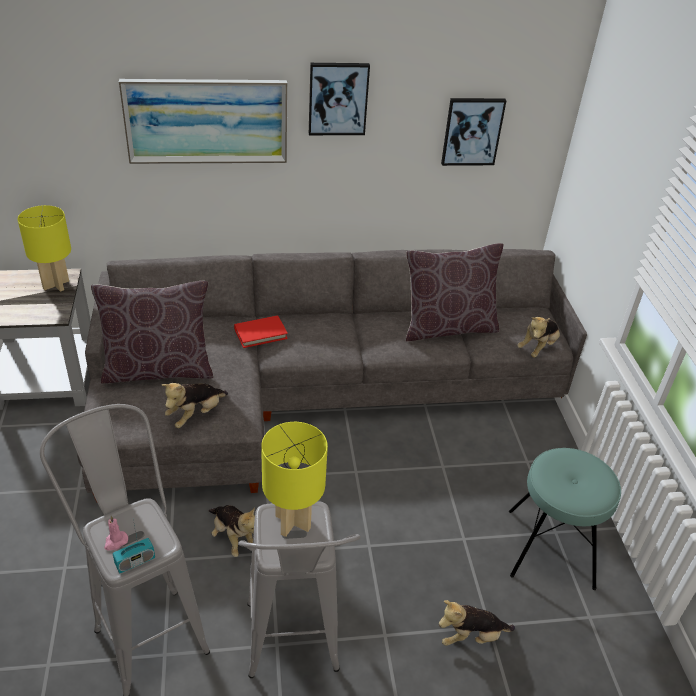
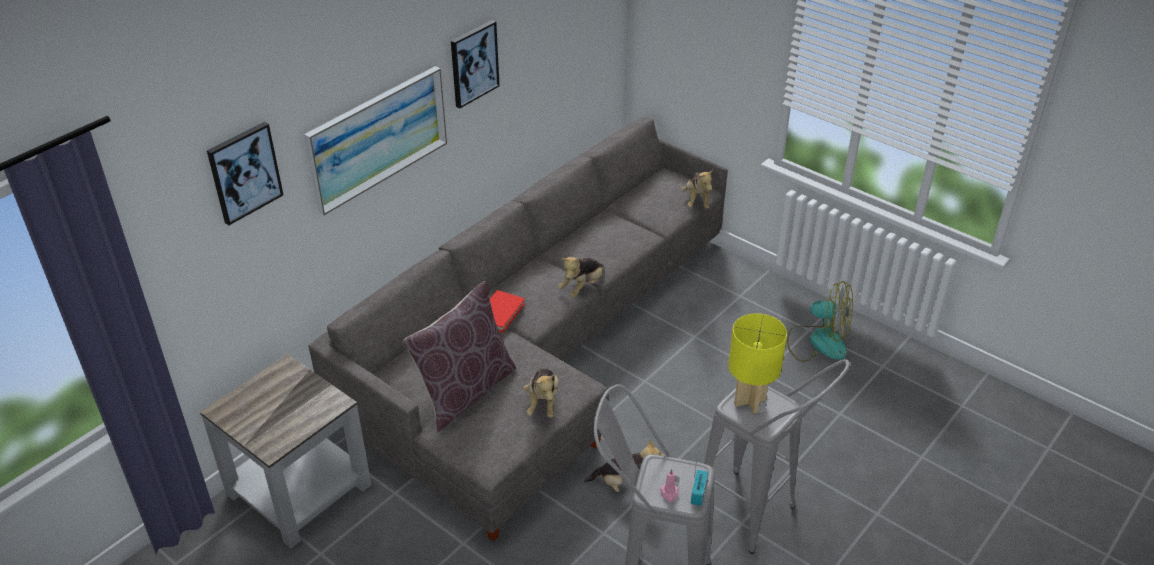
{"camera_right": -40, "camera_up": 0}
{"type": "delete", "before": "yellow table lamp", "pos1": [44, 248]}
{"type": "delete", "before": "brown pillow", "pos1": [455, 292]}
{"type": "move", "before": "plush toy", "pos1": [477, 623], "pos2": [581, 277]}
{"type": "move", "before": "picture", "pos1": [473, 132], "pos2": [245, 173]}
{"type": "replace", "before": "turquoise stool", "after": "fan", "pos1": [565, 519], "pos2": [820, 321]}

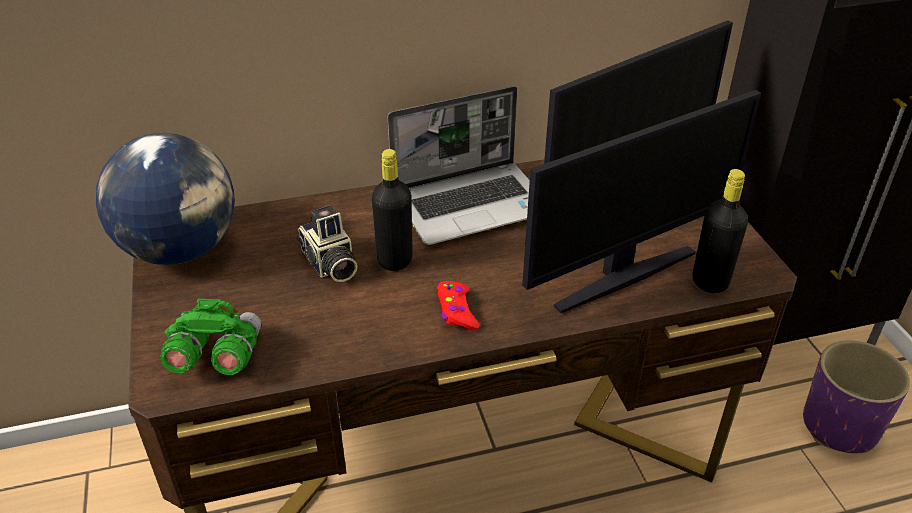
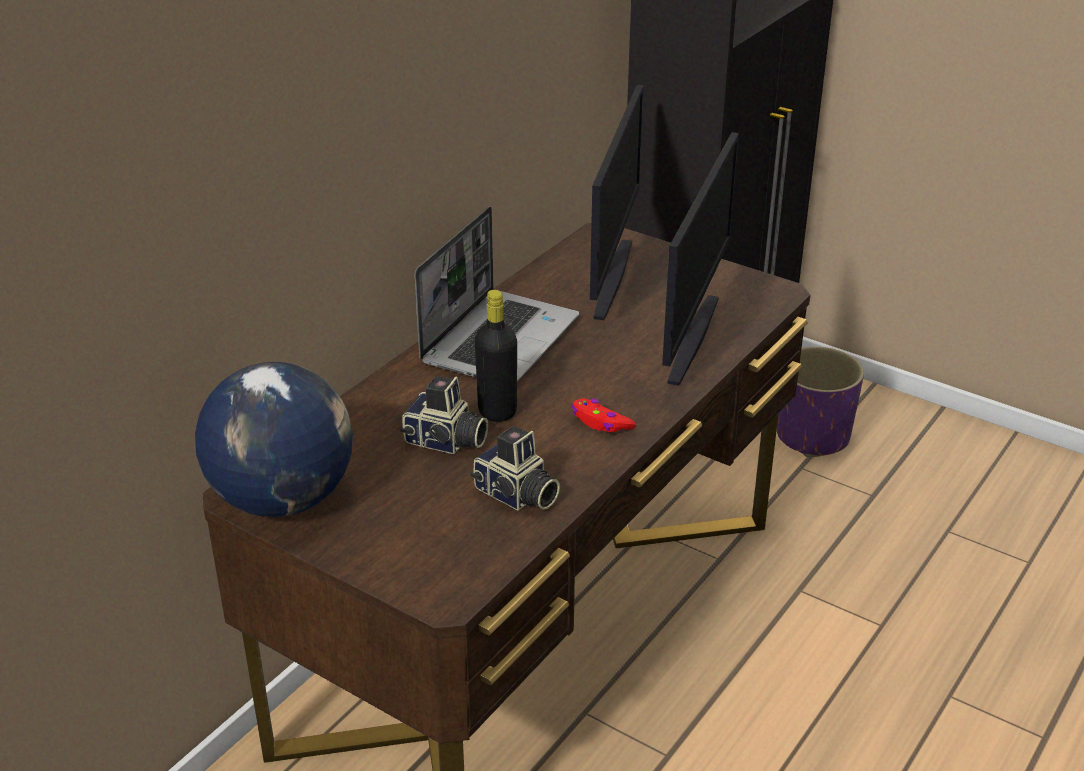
{"camera_right": -40, "camera_up": -5}
{"type": "delete", "before": "green binoculars", "pos1": [210, 337]}
{"type": "delete", "before": "black bottle", "pos1": [720, 231]}
{"type": "insert", "after": "photo camera", "pos2": [515, 468]}

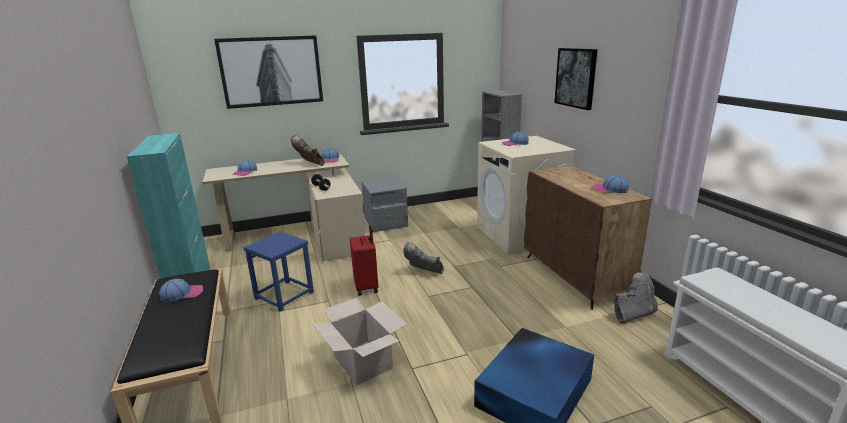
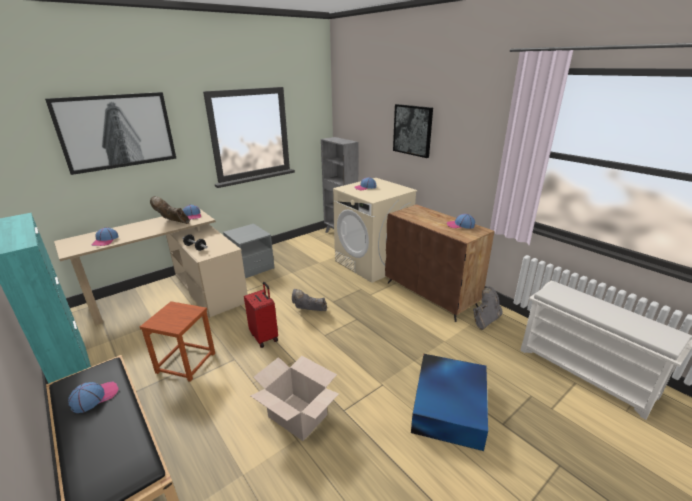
{"camera_right": -20, "camera_up": 5}
{"type": "recolor", "before": "blue stool", "after": "brown stool", "pos1": [278, 272], "pos2": [177, 341]}

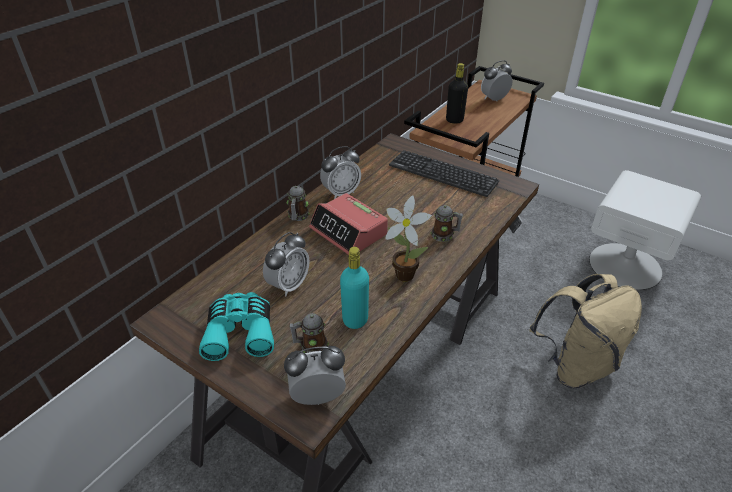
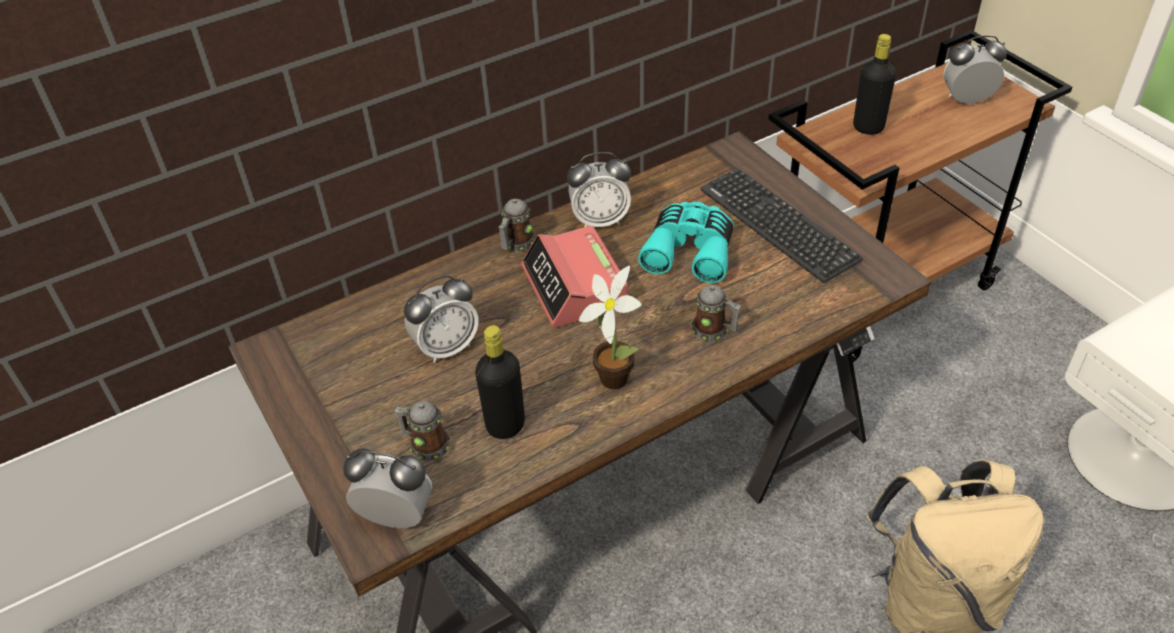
{"camera_right": 25, "camera_up": 5}
{"type": "move", "before": "turquoise binoculars", "pos1": [236, 326], "pos2": [686, 242]}
{"type": "recolor", "before": "turquoise bottle", "after": "black bottle", "pos1": [354, 288], "pos2": [500, 382]}

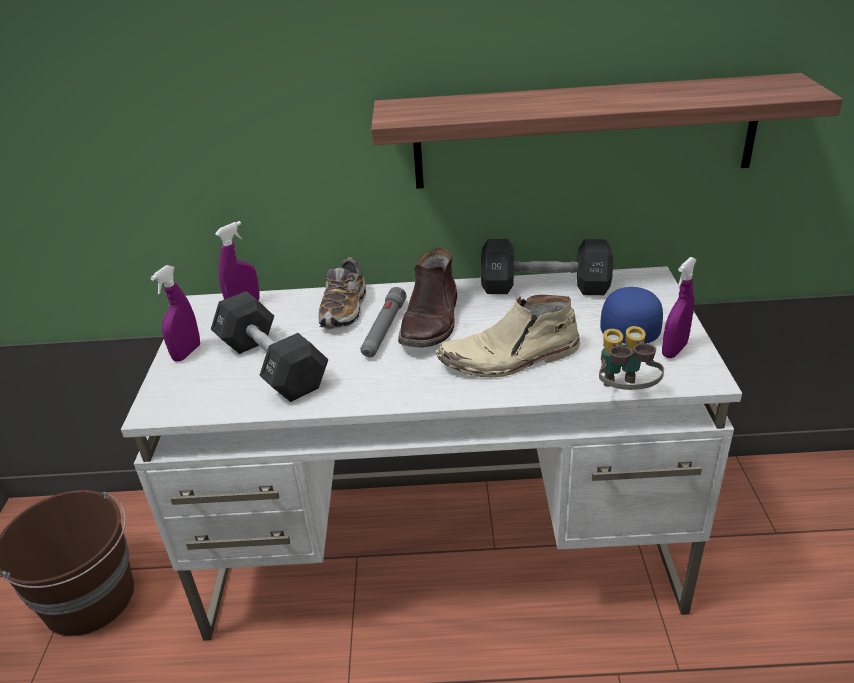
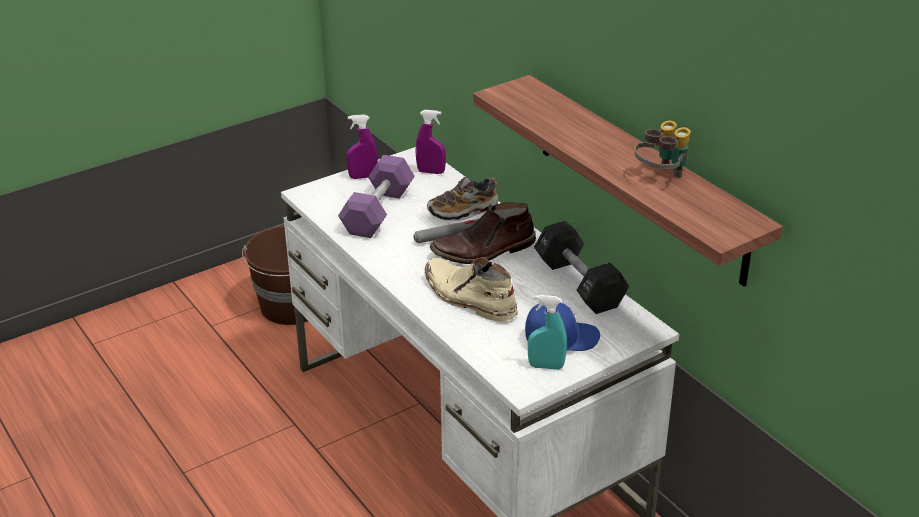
{"camera_right": 55, "camera_up": 0}
{"type": "move", "before": "binoculars", "pos1": [631, 358], "pos2": [663, 149]}
{"type": "recolor", "before": "black dumbbell", "after": "purple dumbbell", "pos1": [269, 346], "pos2": [376, 196]}
{"type": "recolor", "before": "purple spray bottle", "after": "turquoise spray bottle", "pos1": [679, 307], "pos2": [547, 332]}

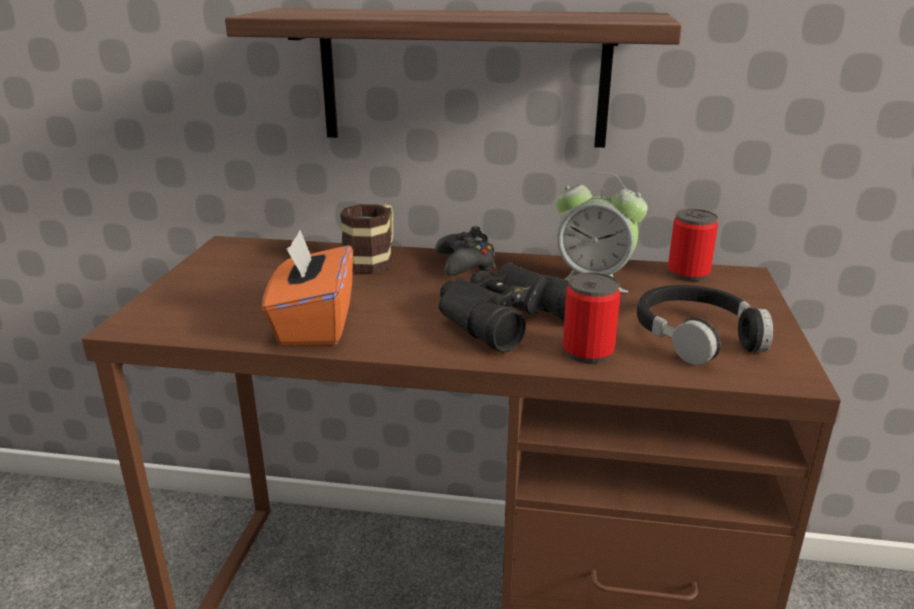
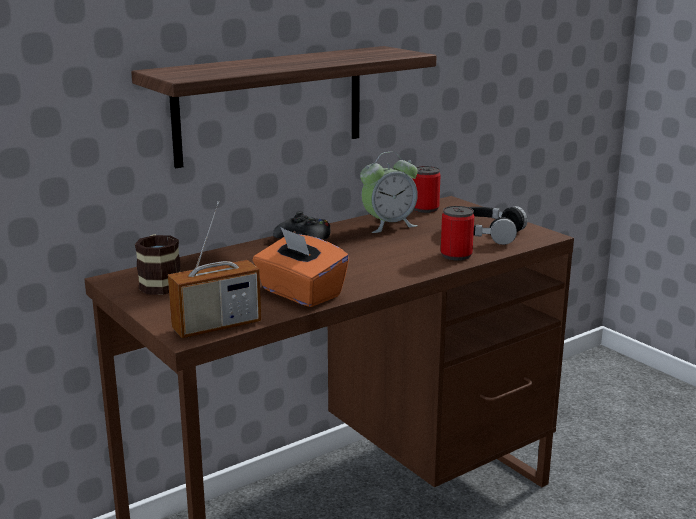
{"camera_right": -45, "camera_up": -5}
{"type": "delete", "before": "black binoculars", "pos1": [503, 307]}
{"type": "insert", "after": "radio", "pos2": [214, 269]}
{"type": "move", "before": "mug", "pos1": [367, 239], "pos2": [157, 264]}

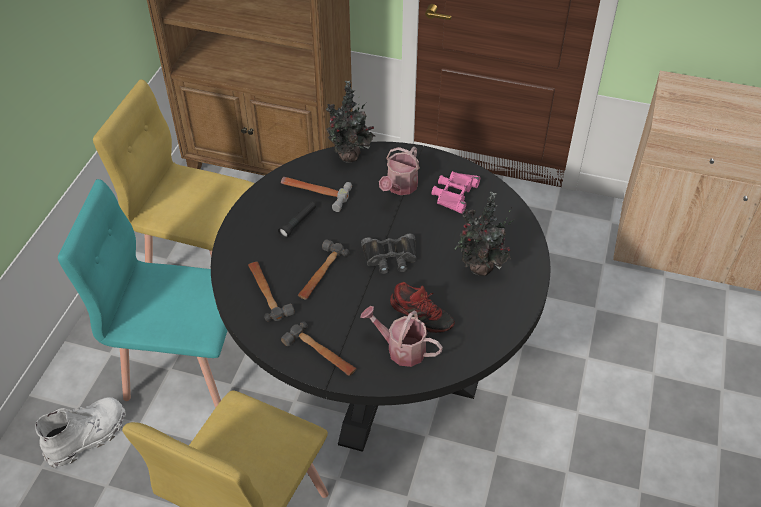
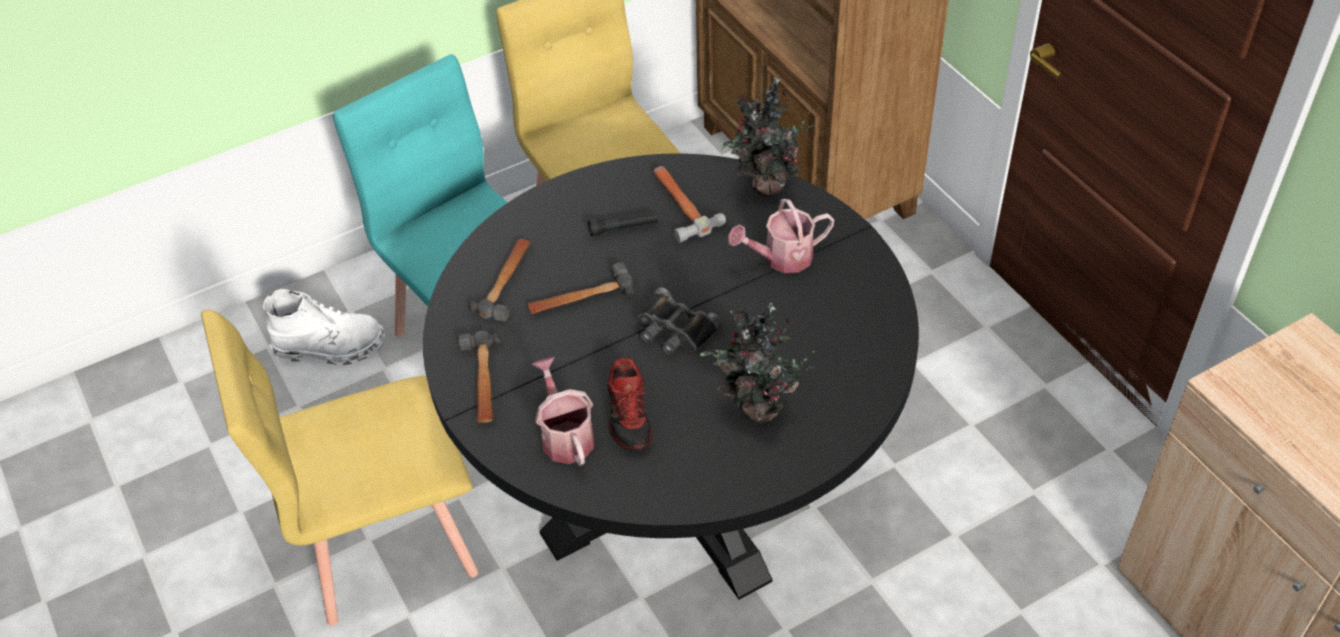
{"camera_right": 45, "camera_up": 0}
{"type": "delete", "before": "pink binoculars", "pos1": [455, 192]}

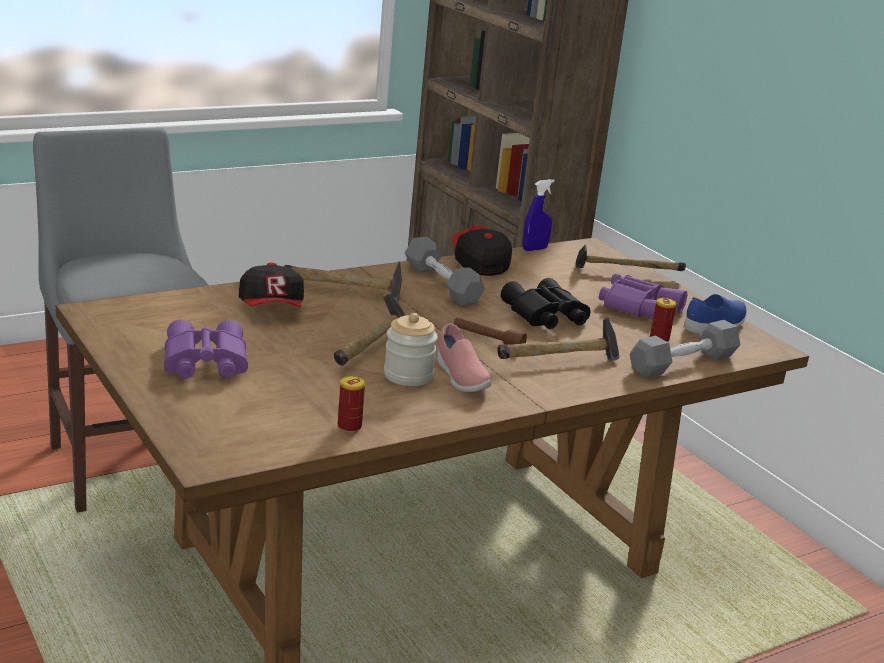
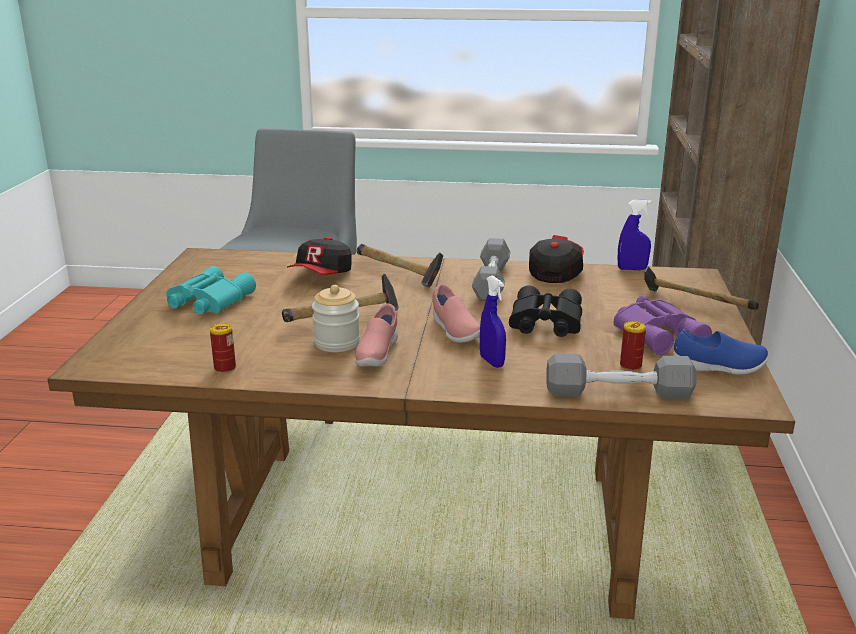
{"camera_right": 40, "camera_up": 0}
{"type": "replace", "before": "brown flashlight", "after": "pink shoe", "pos1": [490, 331], "pos2": [456, 313]}
{"type": "replace", "before": "hammer", "after": "blue spray bottle", "pos1": [558, 339], "pos2": [493, 321]}
{"type": "recolor", "before": "purple binoculars", "after": "turquoise binoculars", "pos1": [206, 349], "pos2": [211, 290]}

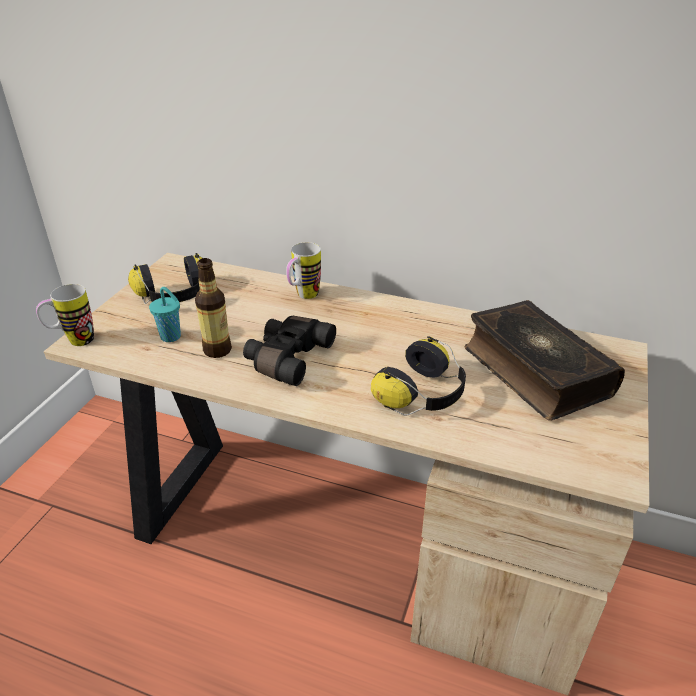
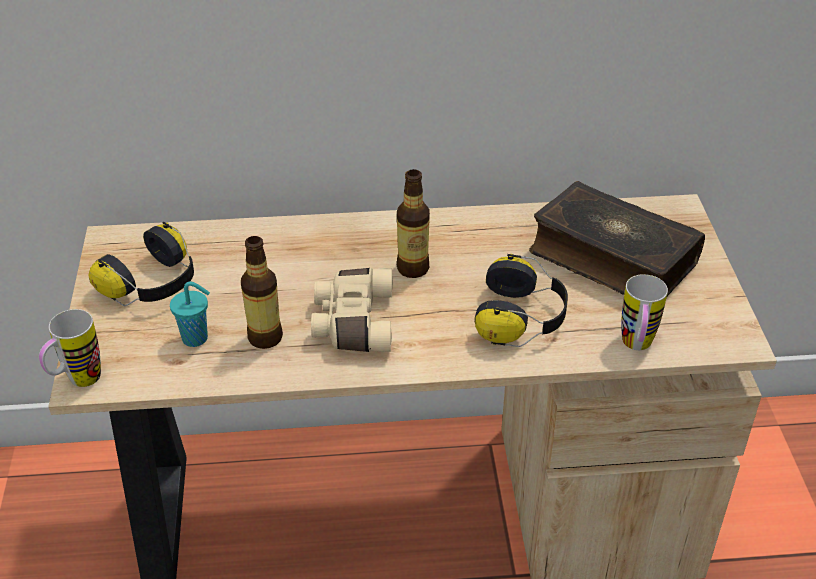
{"camera_right": -25, "camera_up": 5}
{"type": "insert", "after": "bottle", "pos2": [413, 223]}
{"type": "move", "before": "mug", "pos1": [303, 270], "pos2": [645, 312]}
{"type": "recolor", "before": "black binoculars", "after": "beige binoculars", "pos1": [289, 351], "pos2": [352, 310]}

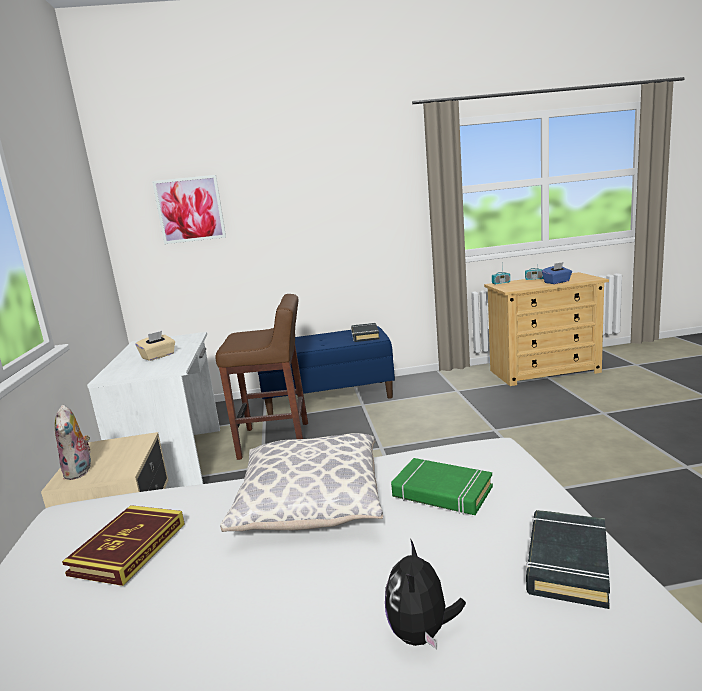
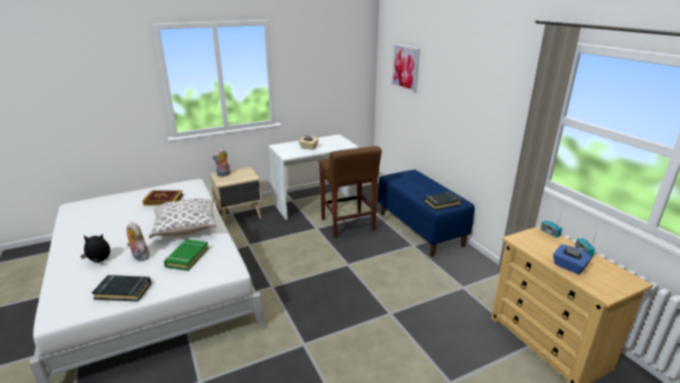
{"camera_right": 70, "camera_up": 10}
{"type": "insert", "after": "plush toy", "pos2": [138, 241]}

